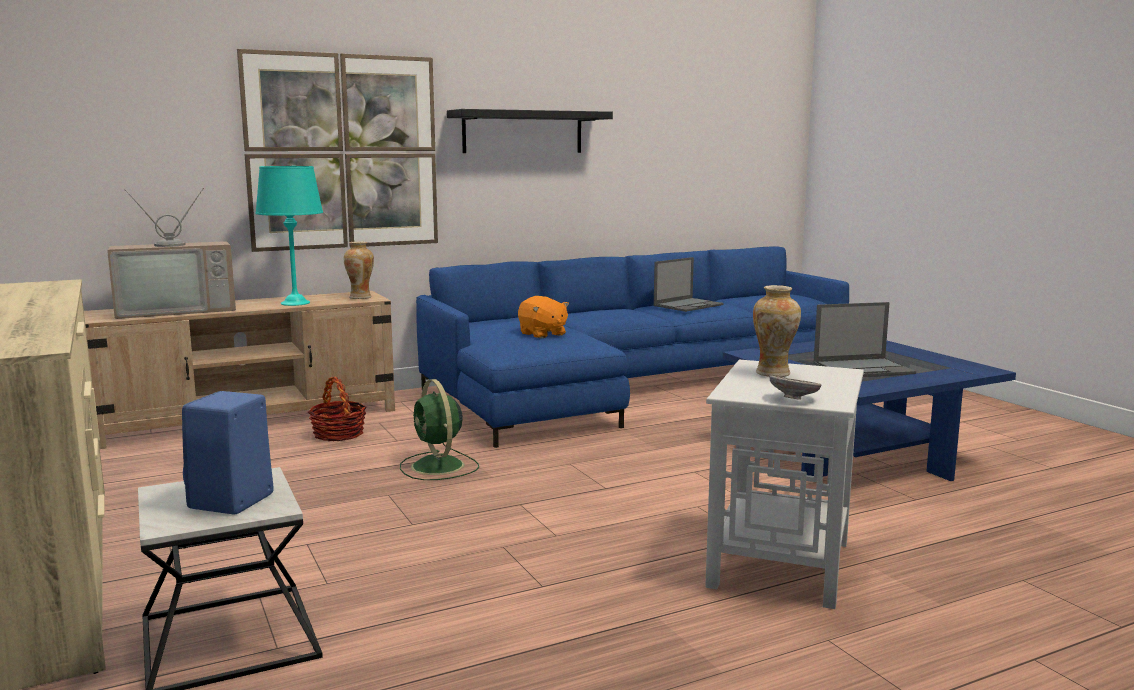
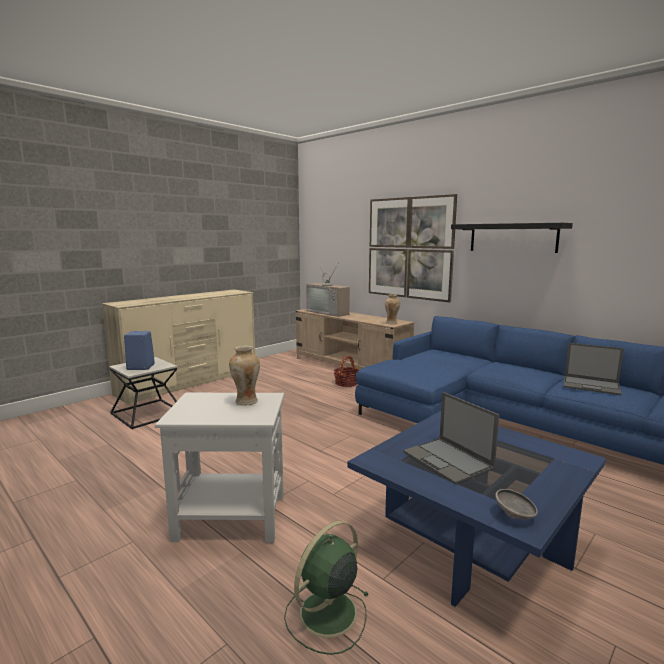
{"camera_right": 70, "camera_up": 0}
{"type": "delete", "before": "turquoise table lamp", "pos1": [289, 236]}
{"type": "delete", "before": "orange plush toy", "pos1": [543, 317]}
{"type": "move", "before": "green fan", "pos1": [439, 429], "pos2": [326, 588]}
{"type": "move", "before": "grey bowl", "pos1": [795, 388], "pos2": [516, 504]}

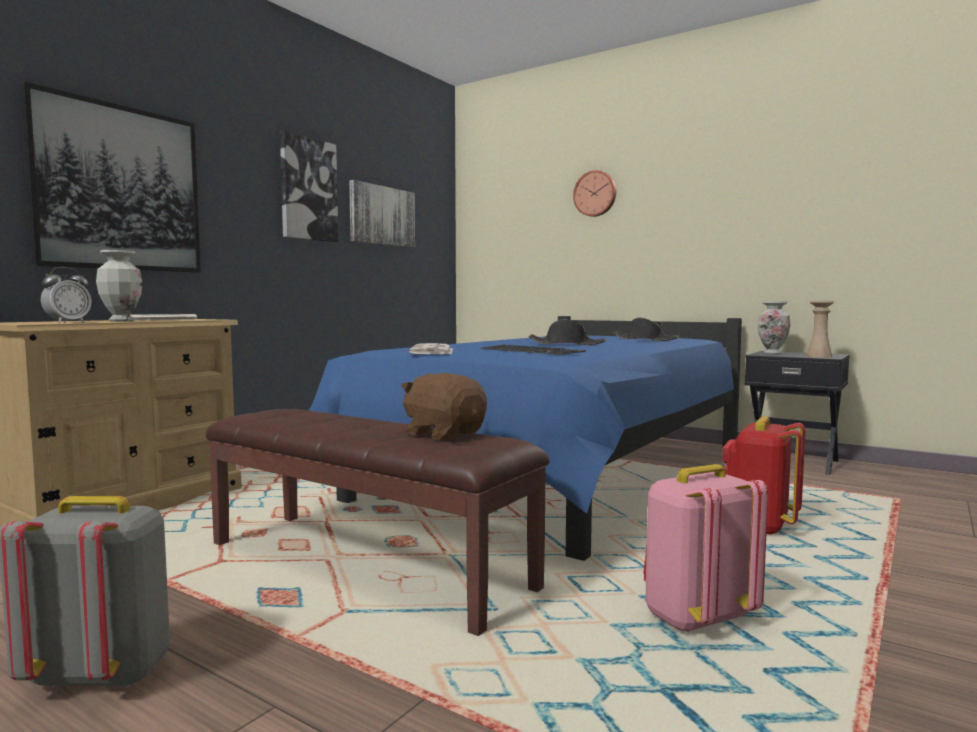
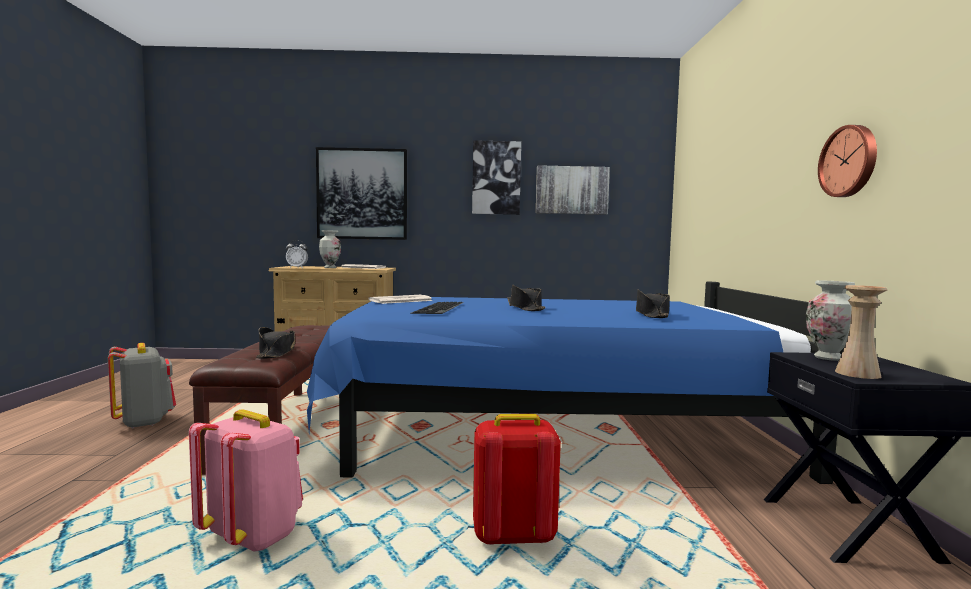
{"camera_right": 55, "camera_up": 0}
{"type": "move", "before": "wall clock", "pos1": [594, 193], "pos2": [847, 161]}
{"type": "replace", "before": "brown plush toy", "after": "black hat", "pos1": [444, 406], "pos2": [275, 342]}

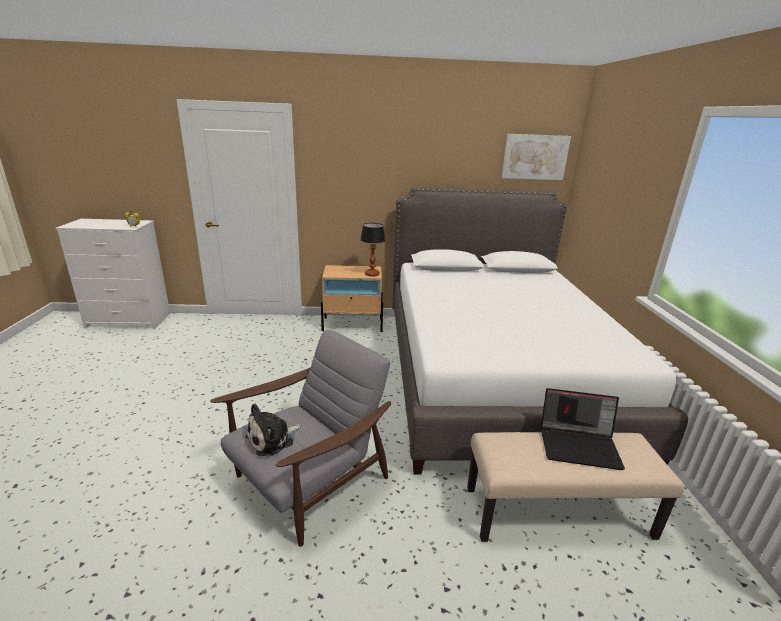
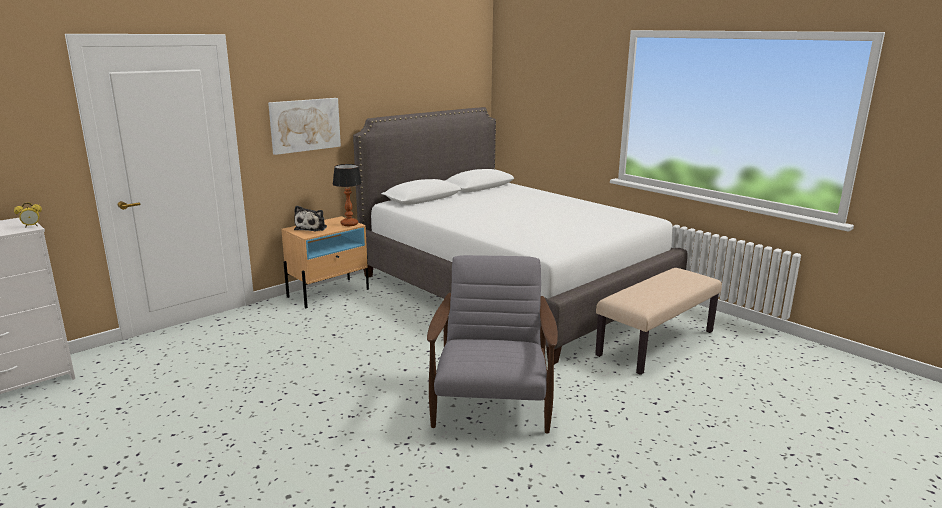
{"camera_right": -40, "camera_up": -5}
{"type": "delete", "before": "laptop", "pos1": [583, 429]}
{"type": "move", "before": "plush toy", "pos1": [273, 430], "pos2": [310, 219]}
{"type": "move", "before": "picture", "pos1": [536, 157], "pos2": [304, 126]}

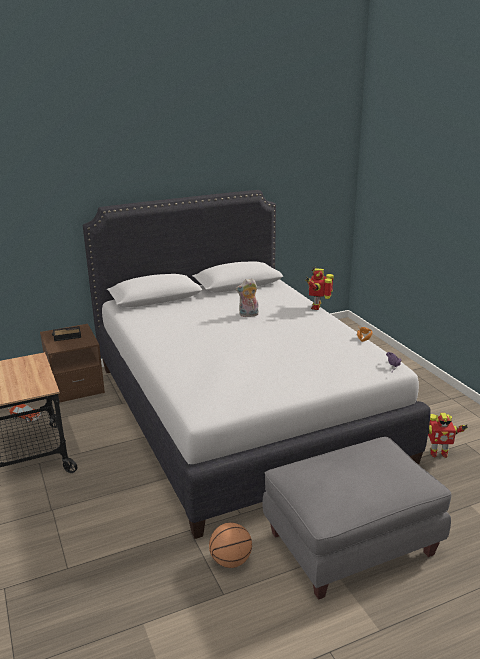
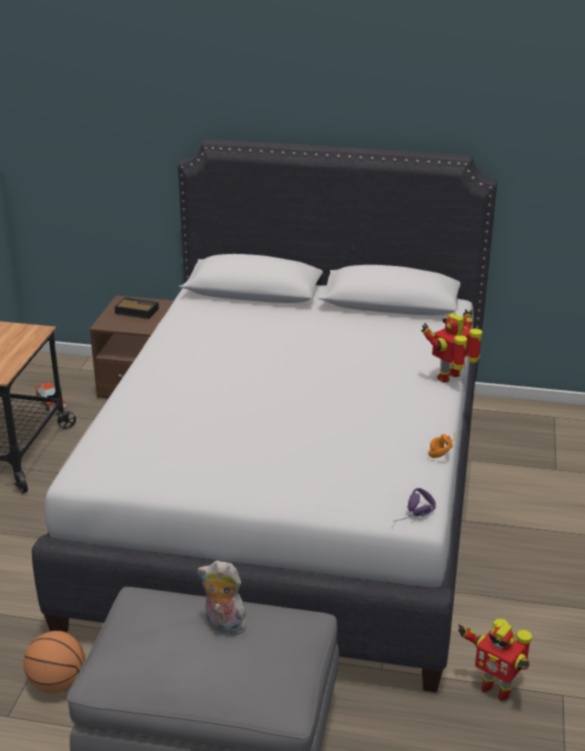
{"camera_right": 35, "camera_up": 5}
{"type": "move", "before": "plush toy", "pos1": [247, 297], "pos2": [222, 598]}

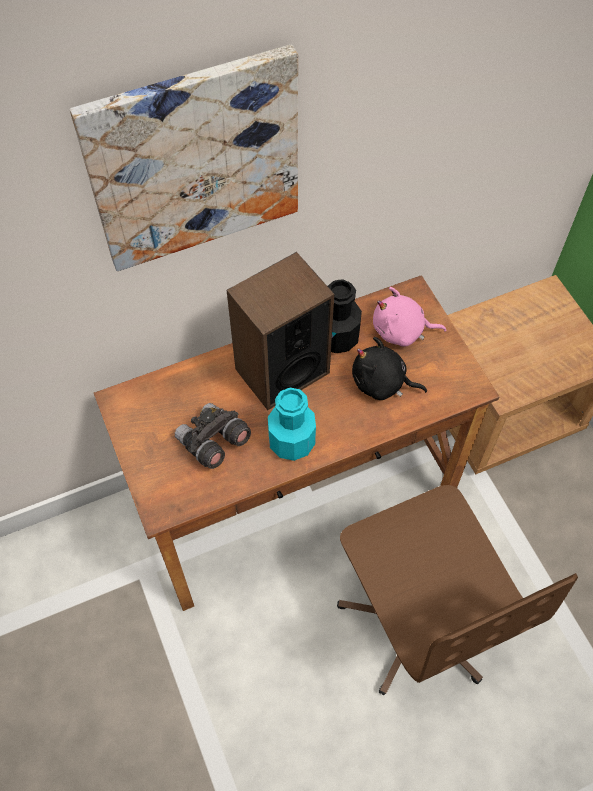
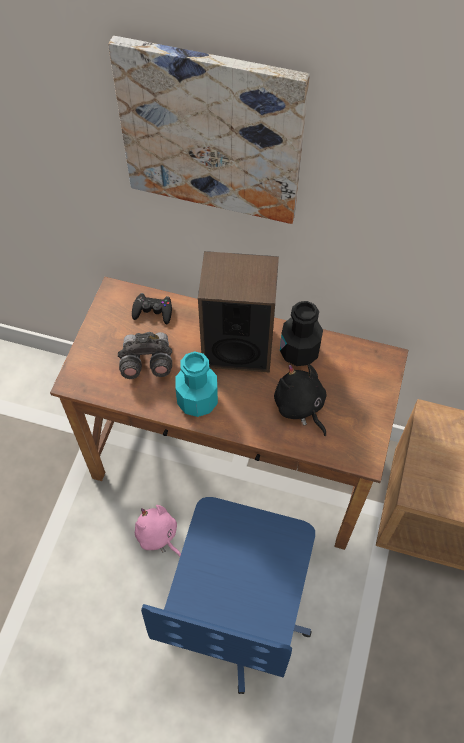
{"camera_right": 40, "camera_up": 0}
{"type": "insert", "after": "black game controller", "pos2": [152, 309]}
{"type": "move", "before": "pink plush toy", "pos1": [410, 316], "pos2": [158, 531]}
{"type": "recolor", "before": "brown office chair", "after": "blue office chair", "pos1": [457, 590], "pos2": [228, 595]}

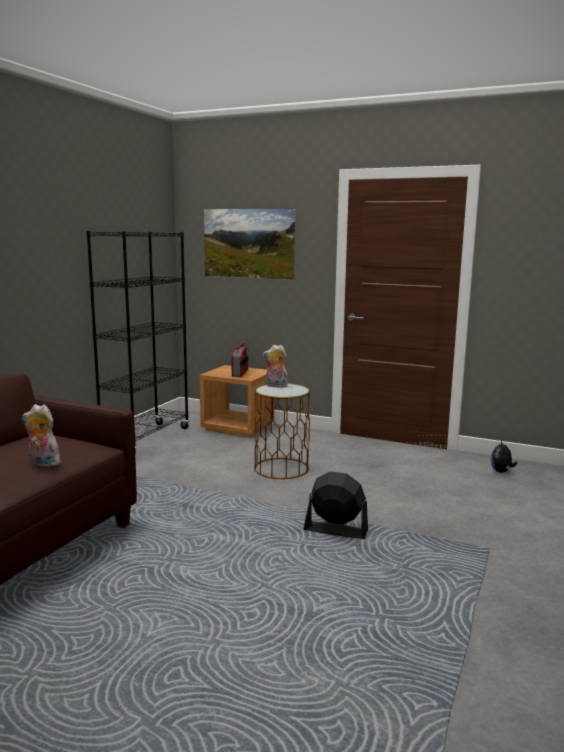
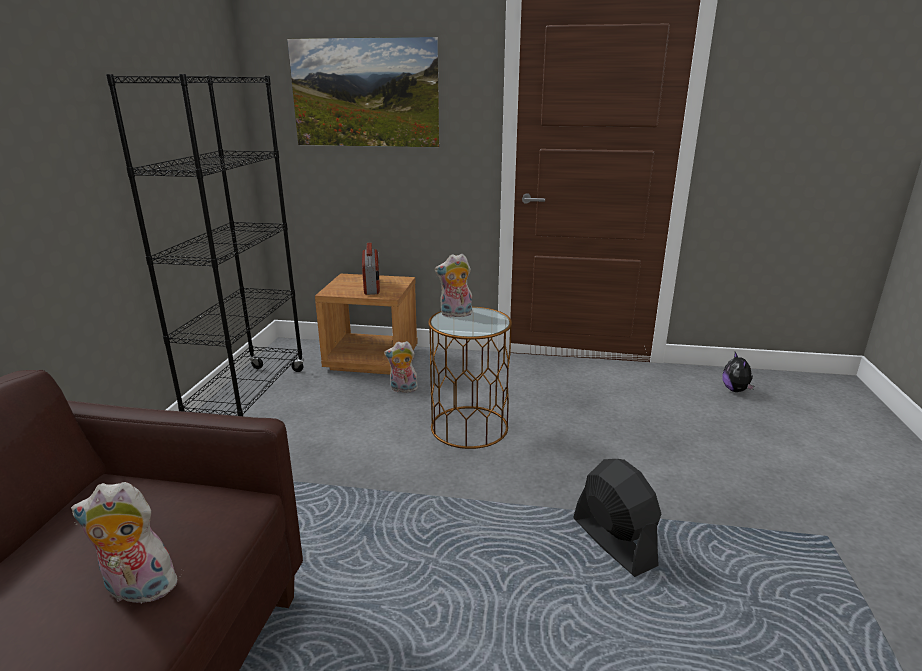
{"camera_right": -15, "camera_up": 10}
{"type": "insert", "after": "plush toy", "pos2": [401, 367]}
{"type": "rotate", "before": "black fan", "pos1": [336, 505], "pos2": [617, 518], "turn": 60}

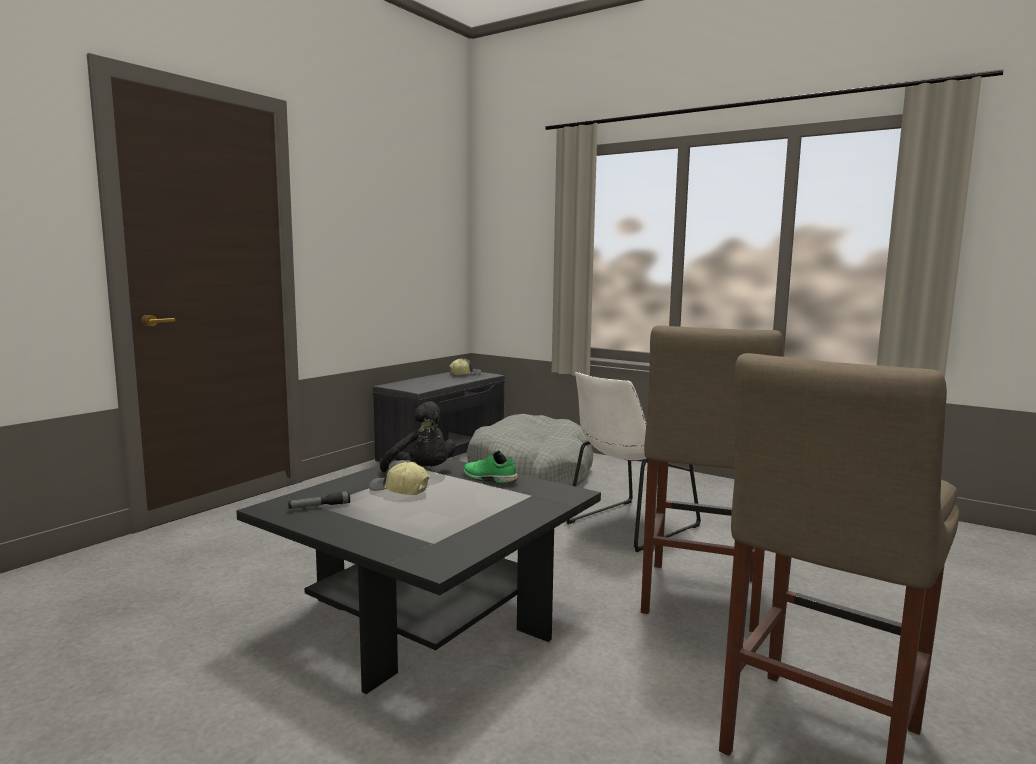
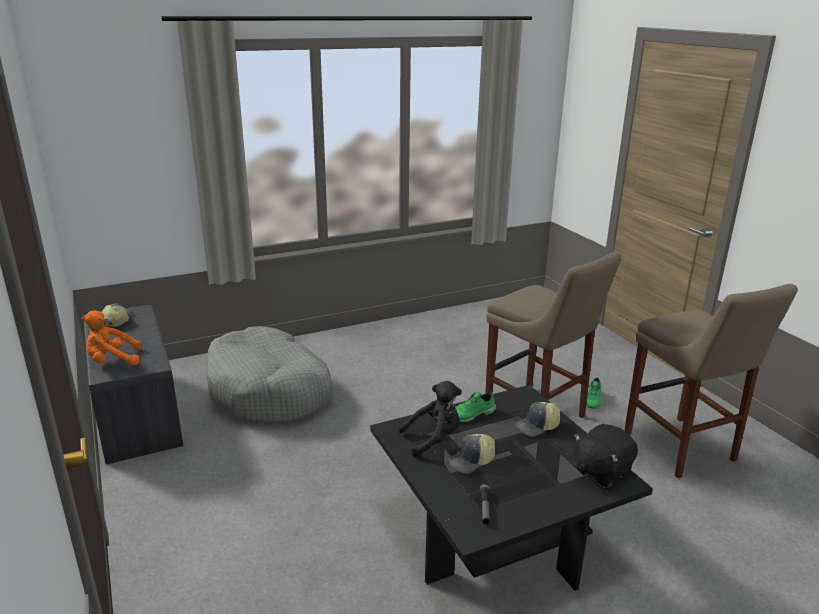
{"camera_right": -60, "camera_up": 15}
{"type": "delete", "before": "white chair", "pos1": [634, 462]}
{"type": "insert", "after": "orange plush toy", "pos2": [111, 337]}
{"type": "insert", "after": "cap", "pos2": [537, 419]}
{"type": "insert", "after": "black plush toy", "pos2": [605, 456]}
{"type": "insert", "after": "green shoe", "pos2": [593, 393]}

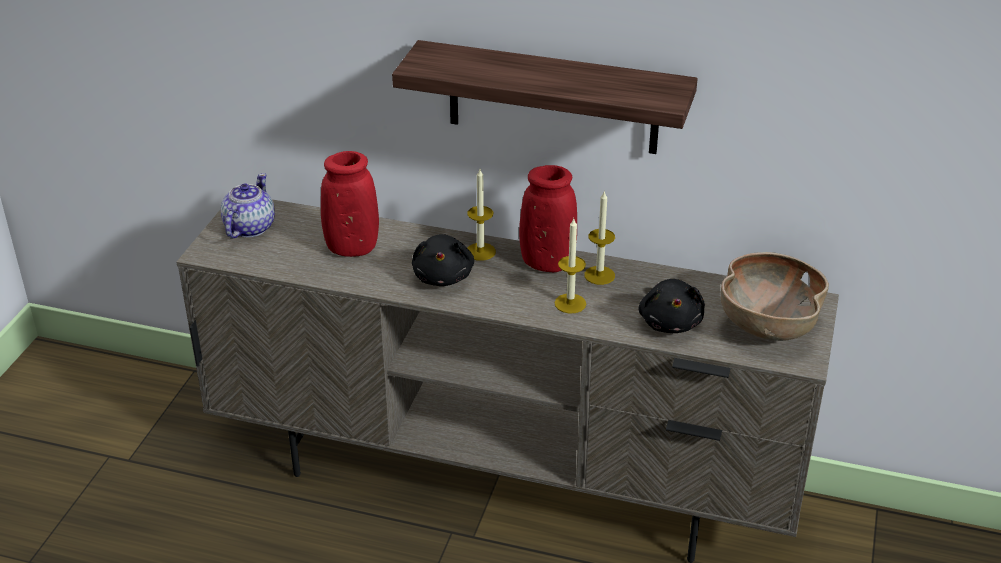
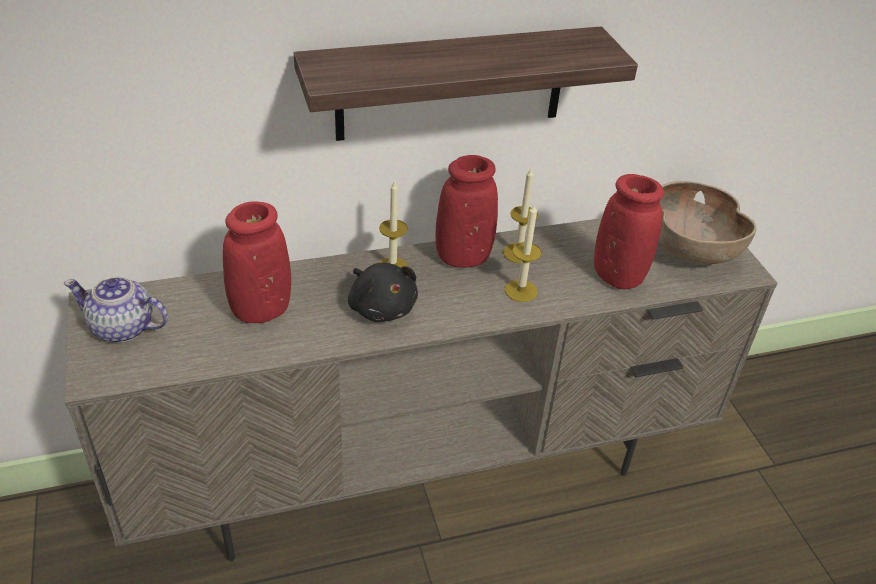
{"camera_right": -35, "camera_up": 5}
{"type": "replace", "before": "black plush toy", "after": "red vase", "pos1": [671, 306], "pos2": [629, 231]}
{"type": "rotate", "before": "teapot", "pos1": [248, 206], "pos2": [116, 309], "turn": -60}

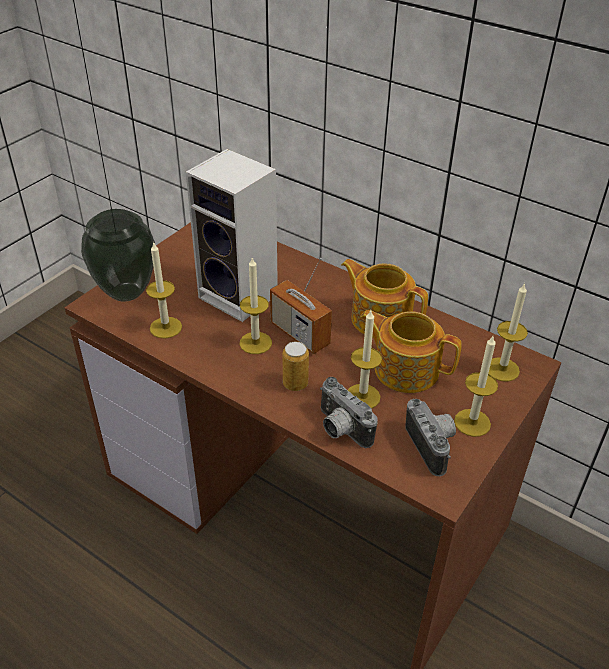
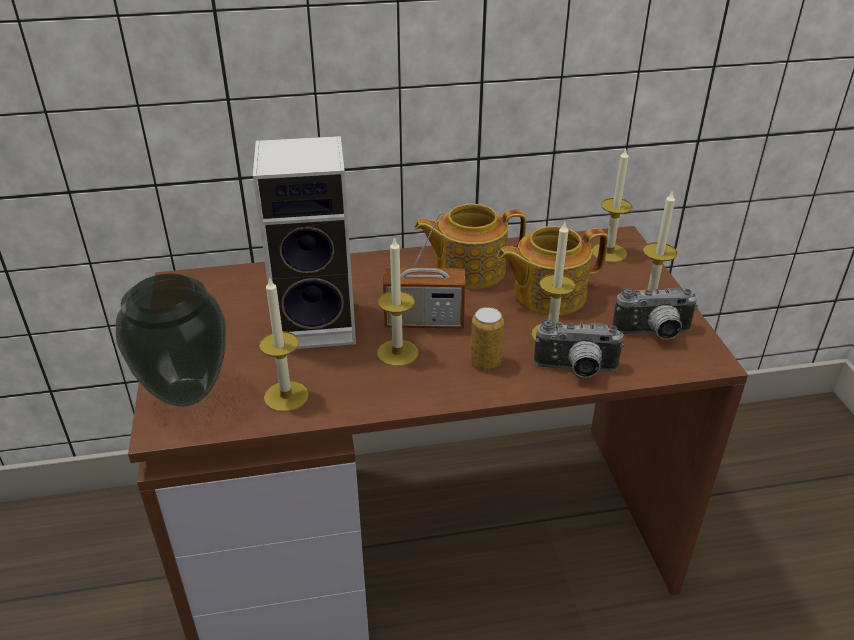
{"camera_right": -45, "camera_up": -5}
{"type": "rotate", "before": "photo camera", "pos1": [430, 437], "pos2": [655, 314], "turn": 150}

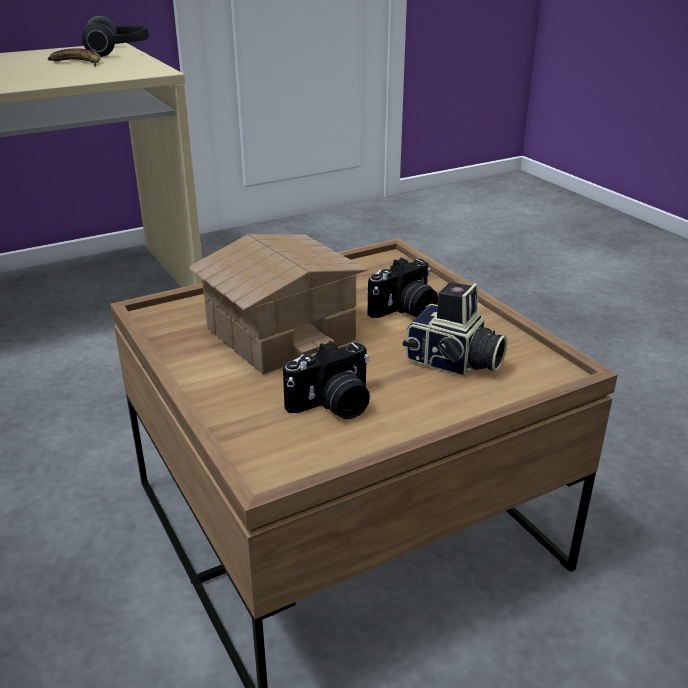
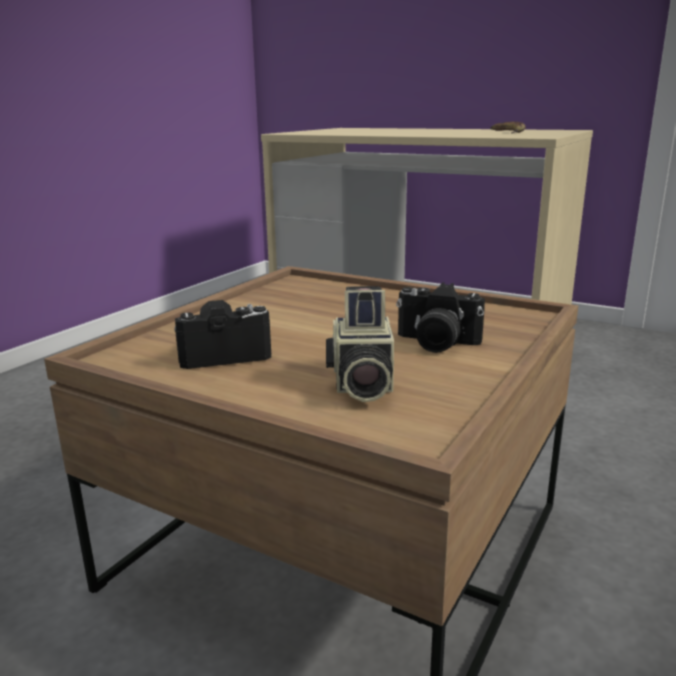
{"camera_right": 60, "camera_up": -10}
{"type": "delete", "before": "headphones", "pos1": [115, 36]}
{"type": "delete", "before": "toy house", "pos1": [278, 304]}
{"type": "rotate", "before": "photo camera", "pos1": [326, 380], "pos2": [222, 334], "turn": 135}

